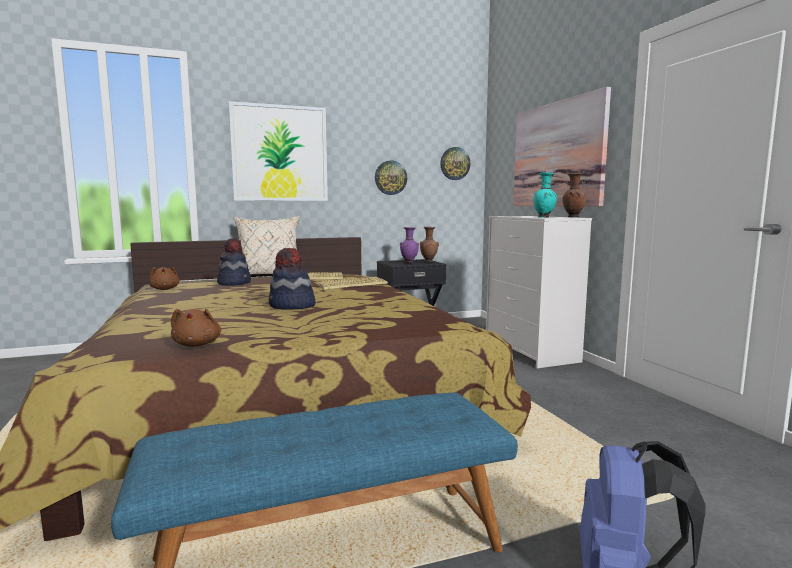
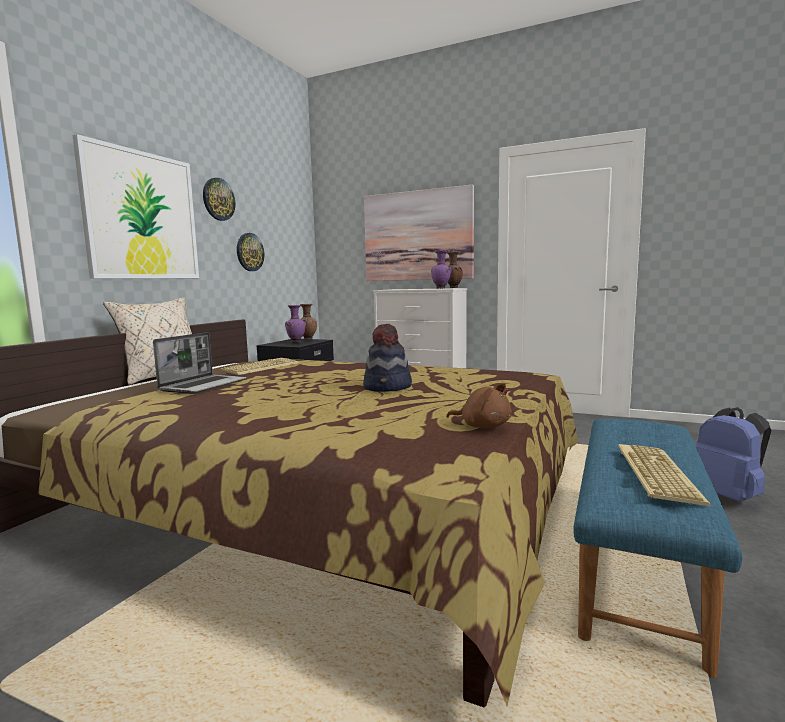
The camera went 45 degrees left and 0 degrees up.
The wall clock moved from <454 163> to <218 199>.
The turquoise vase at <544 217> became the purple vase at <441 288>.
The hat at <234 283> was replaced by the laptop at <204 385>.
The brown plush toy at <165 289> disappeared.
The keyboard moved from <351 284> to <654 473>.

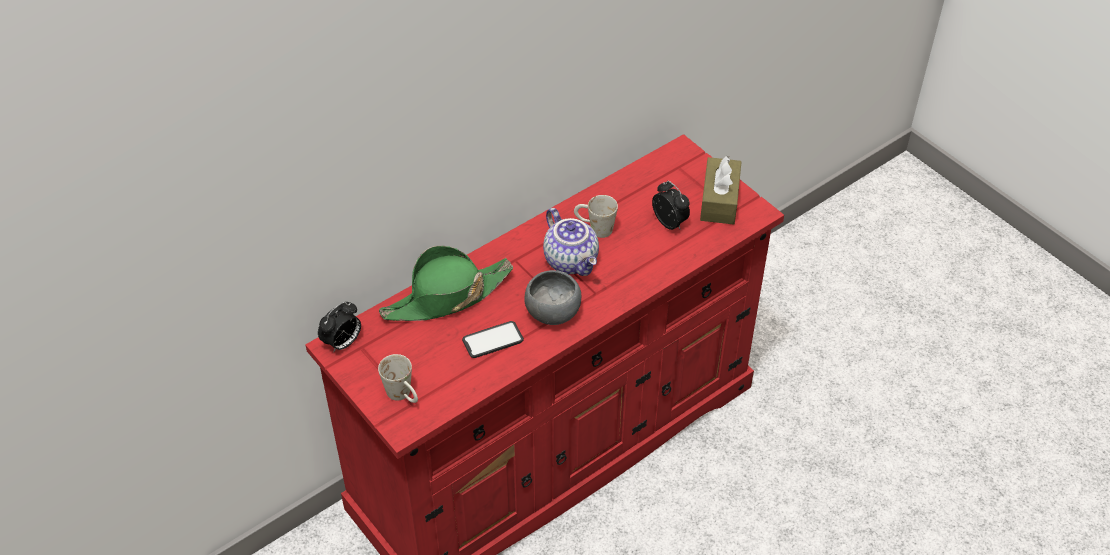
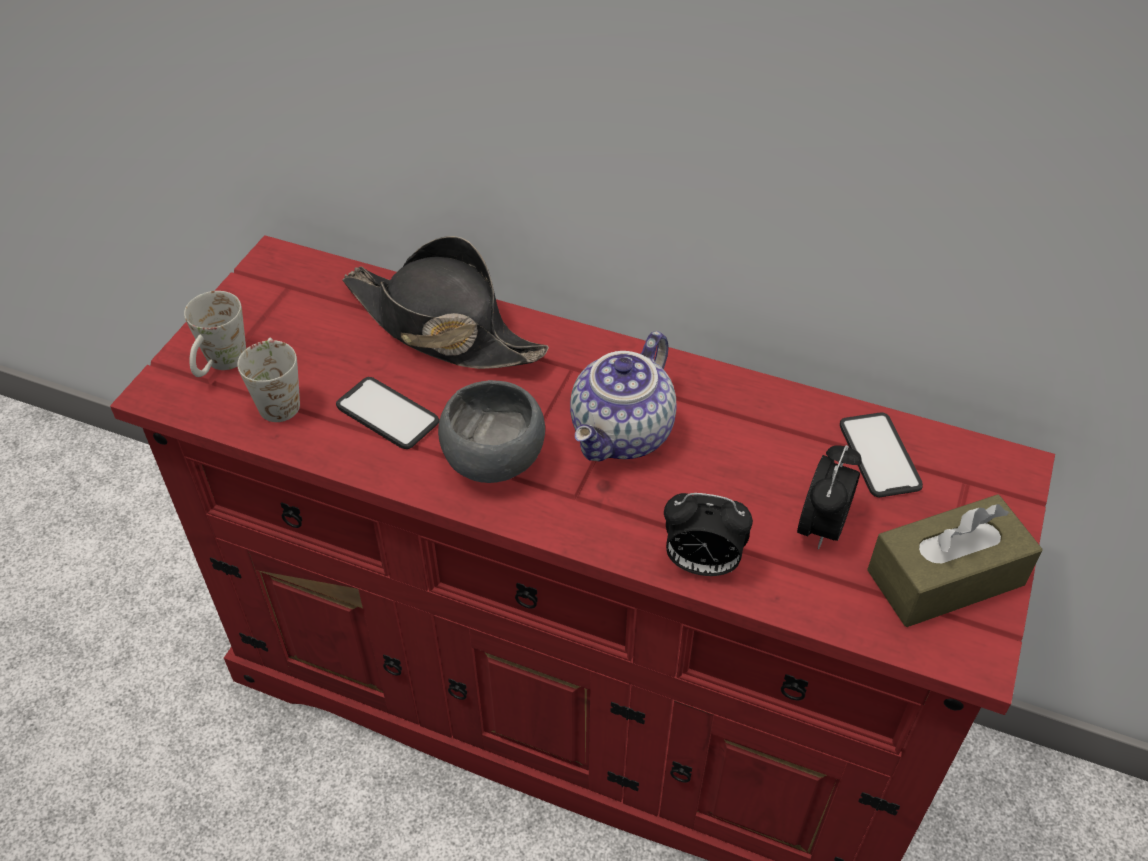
The camera went 60 degrees right and 0 degrees up.
The white mug moved from <594 228> to <278 397>.
The green hat at <447 297> became the black hat at <441 327>.
The alarm clock moved from <342 343> to <701 564>.
The phone at <879 455> appeared.

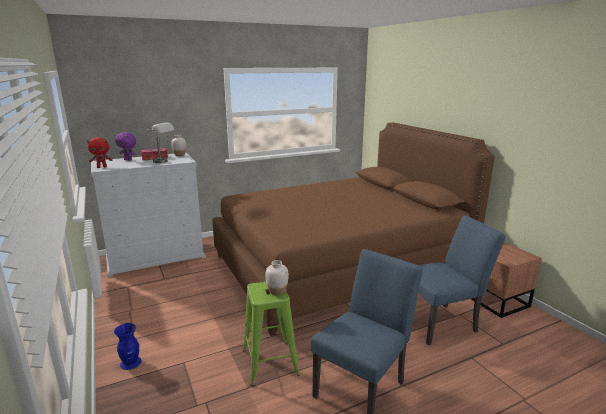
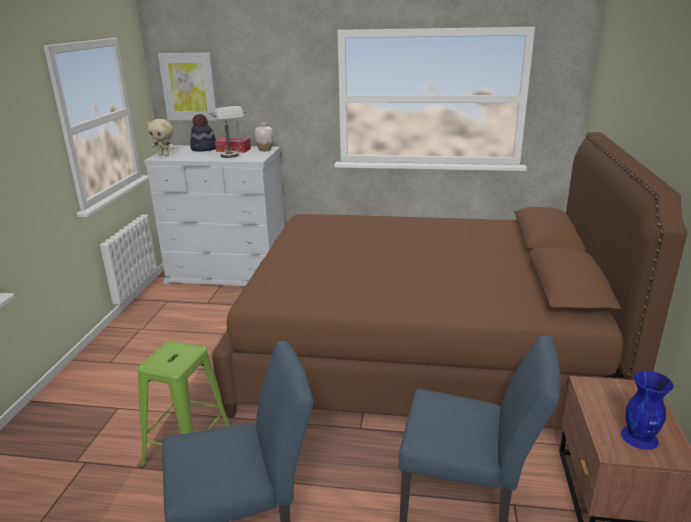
The camera went 35 degrees right and 5 degrees up.
The purple plush toy at <128 160> was replaced by the hat at <204 149>.
The red plush toy at <102 167> became the beige plush toy at <164 155>.
The white vase at <277 291> disappeared.
The blue vase moved from <131 363> to <640 438>.
The picture at <189 87> appeared.

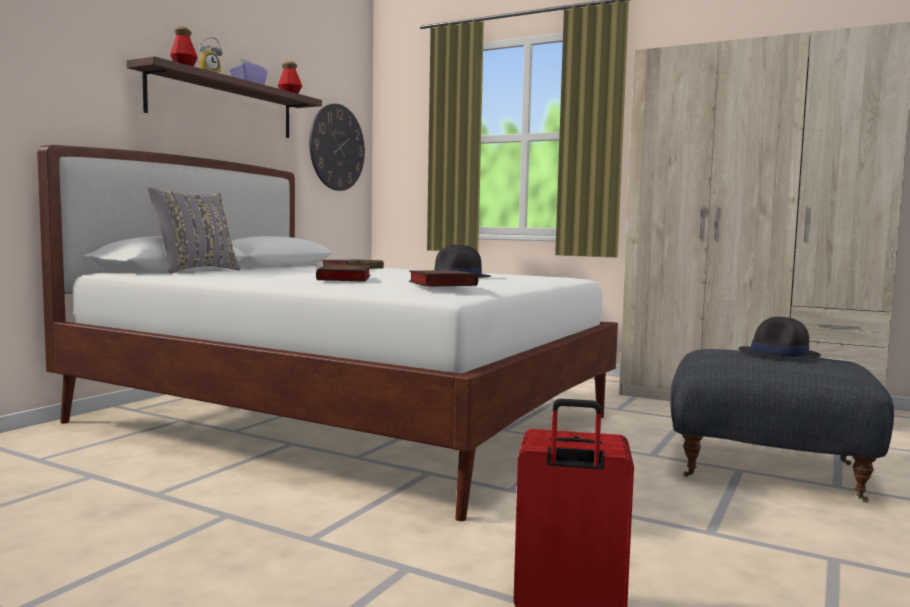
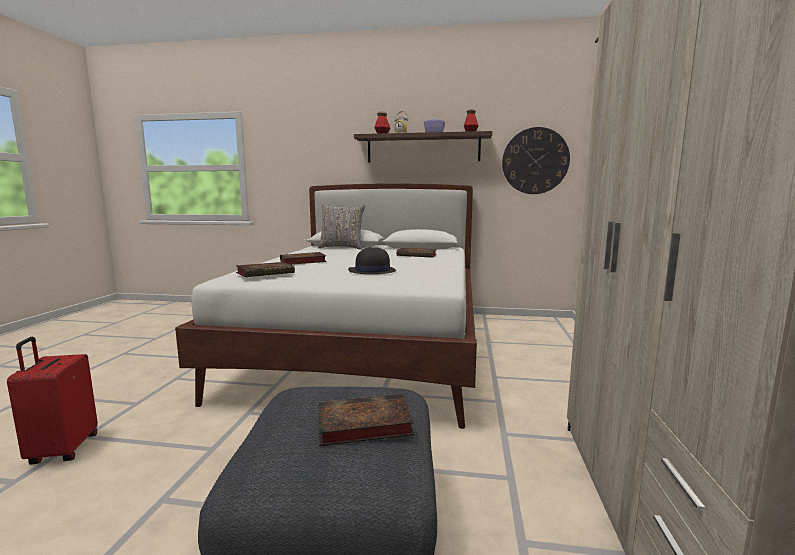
The camera went 70 degrees right and 5 degrees up.
The black hat at <779 354> was replaced by the book at <361 425>.

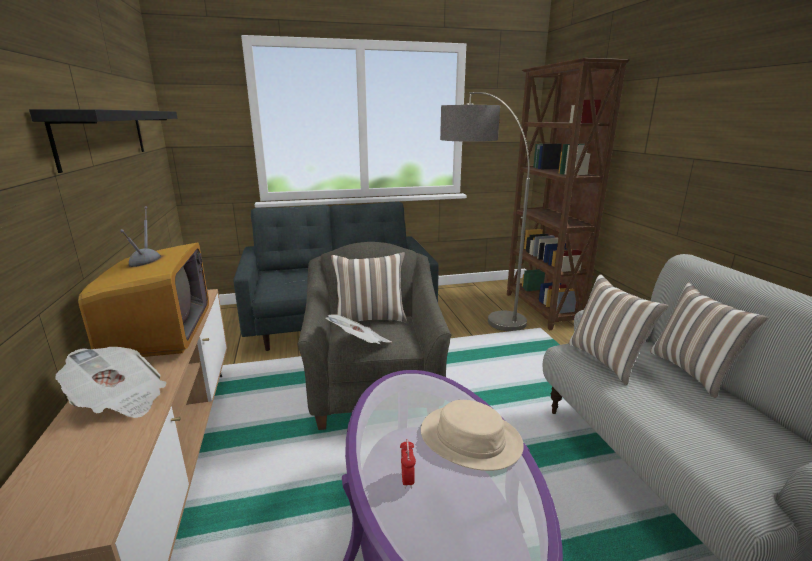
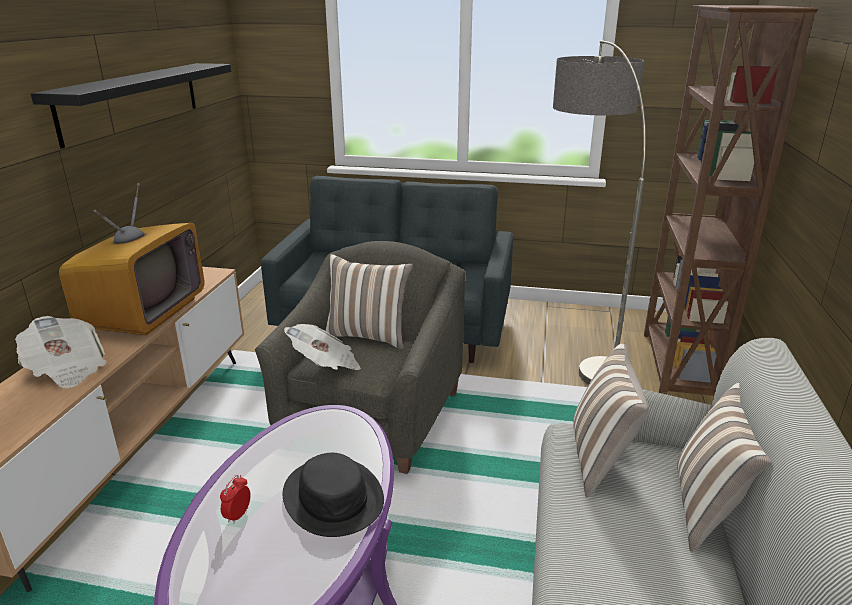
The camera went 25 degrees right and 5 degrees up.
The beige hat at <470 438> became the black hat at <333 497>.

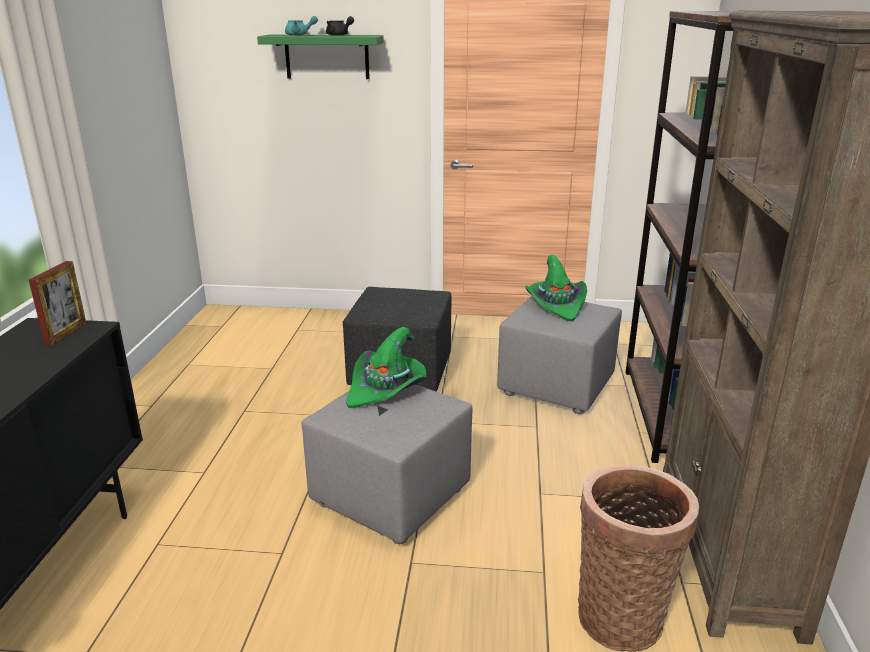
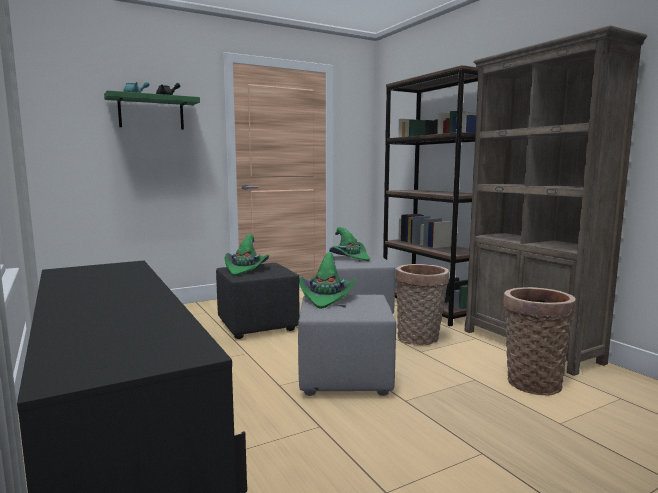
The camera went 35 degrees left and 15 degrees down.
The picture frame at <66 334> disappeared.
The green hat at <246 269> appeared.
The basket at <420 339> appeared.

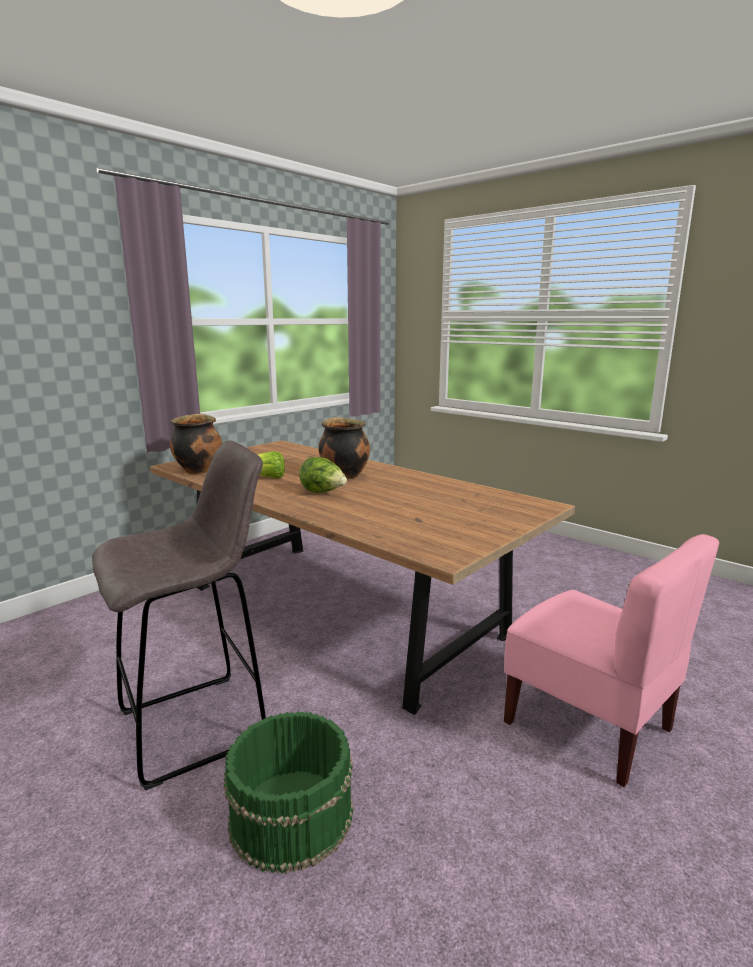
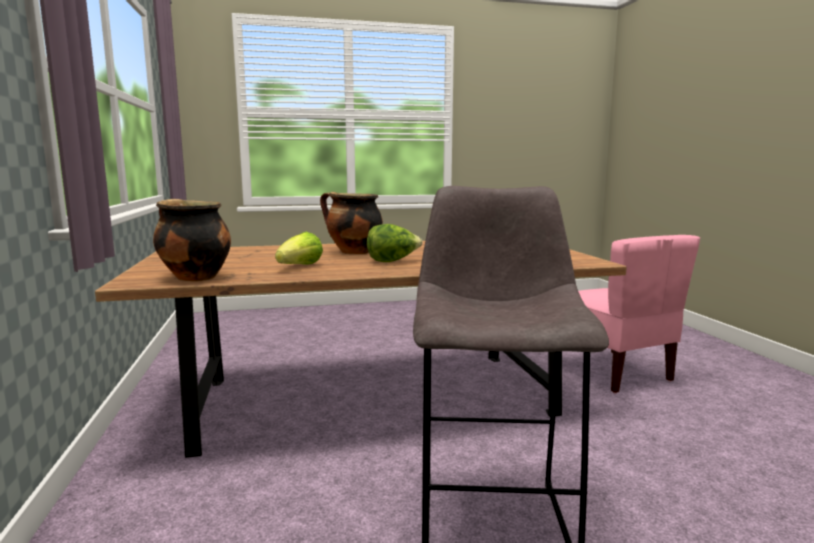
The camera went 55 degrees left and 5 degrees down.
The pink chair at <589 725> turned 75 degrees clockwise.
The green bucket at <291 814> disappeared.

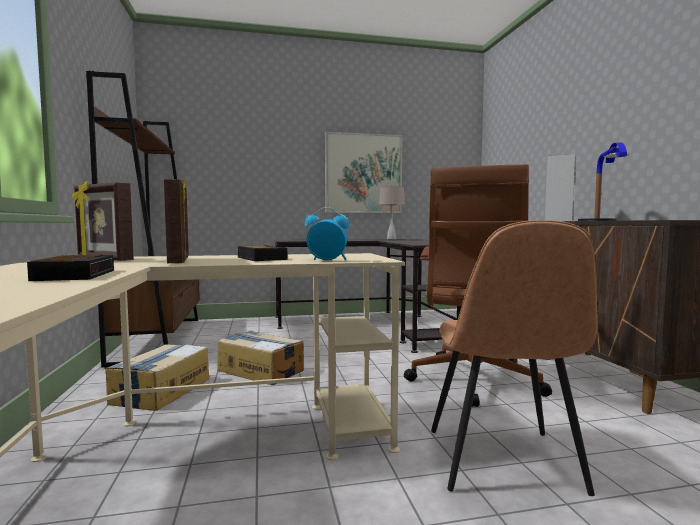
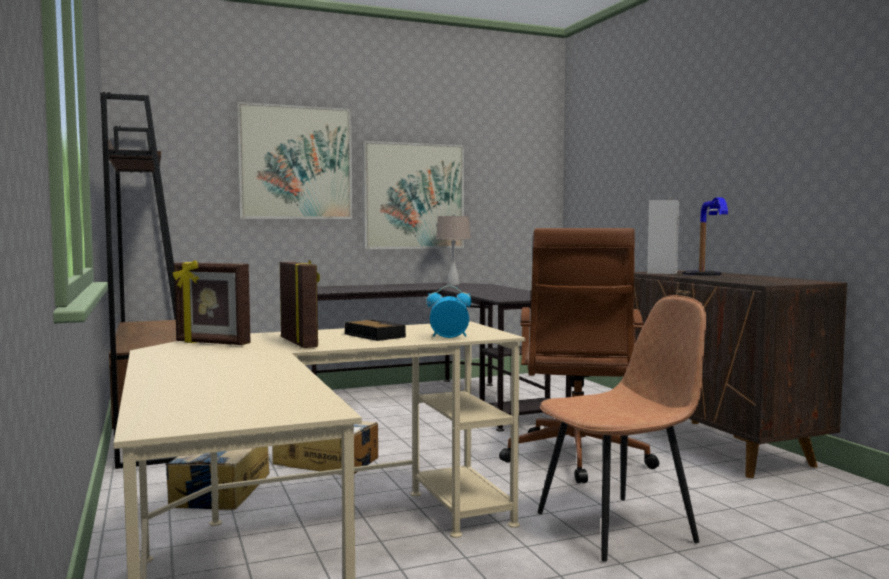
The camera went 10 degrees left and 0 degrees up.
The brown chair at <502 462> turned 105 degrees counterclockwise.
The alarm clock at <76 275> disappeared.
The picture at <295 162> appeared.

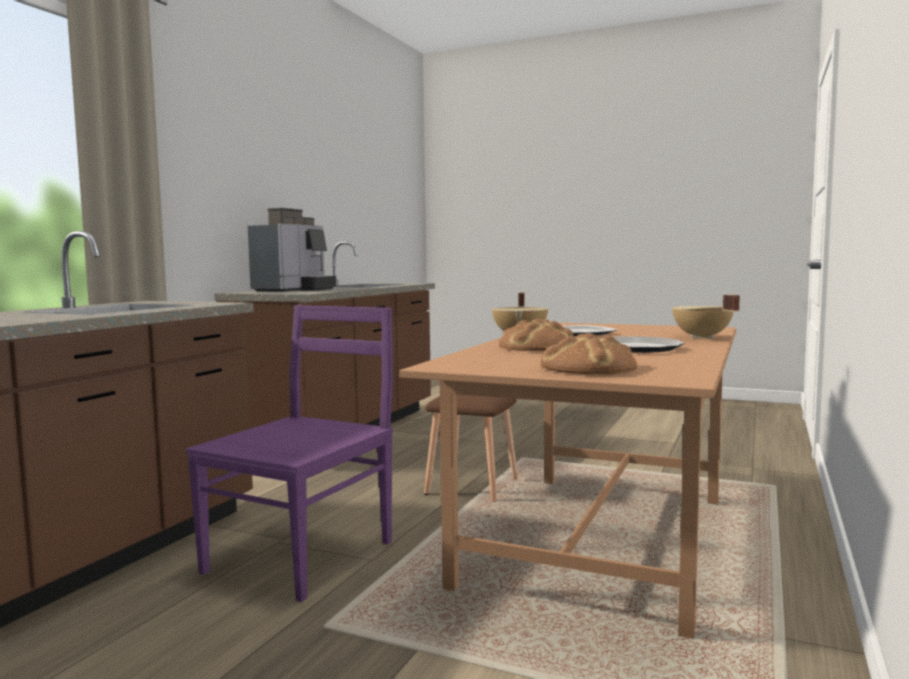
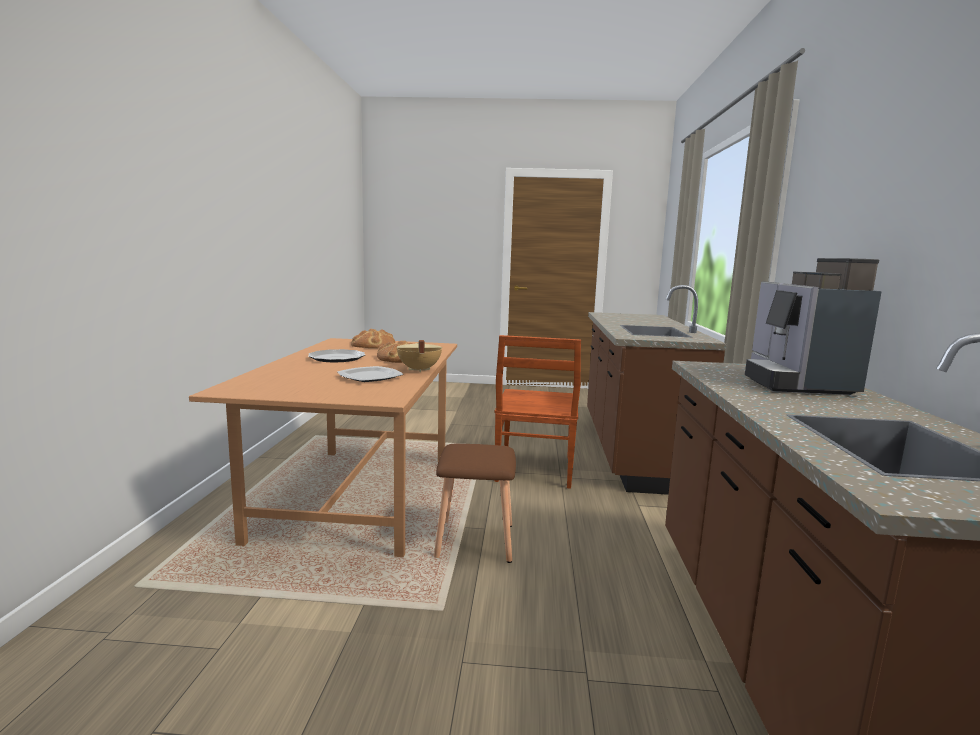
The camera went 160 degrees right and 5 degrees up.
The beige cooking pot at <701 337> disappeared.
The purple chair at <303 555> became the brown chair at <534 469>.

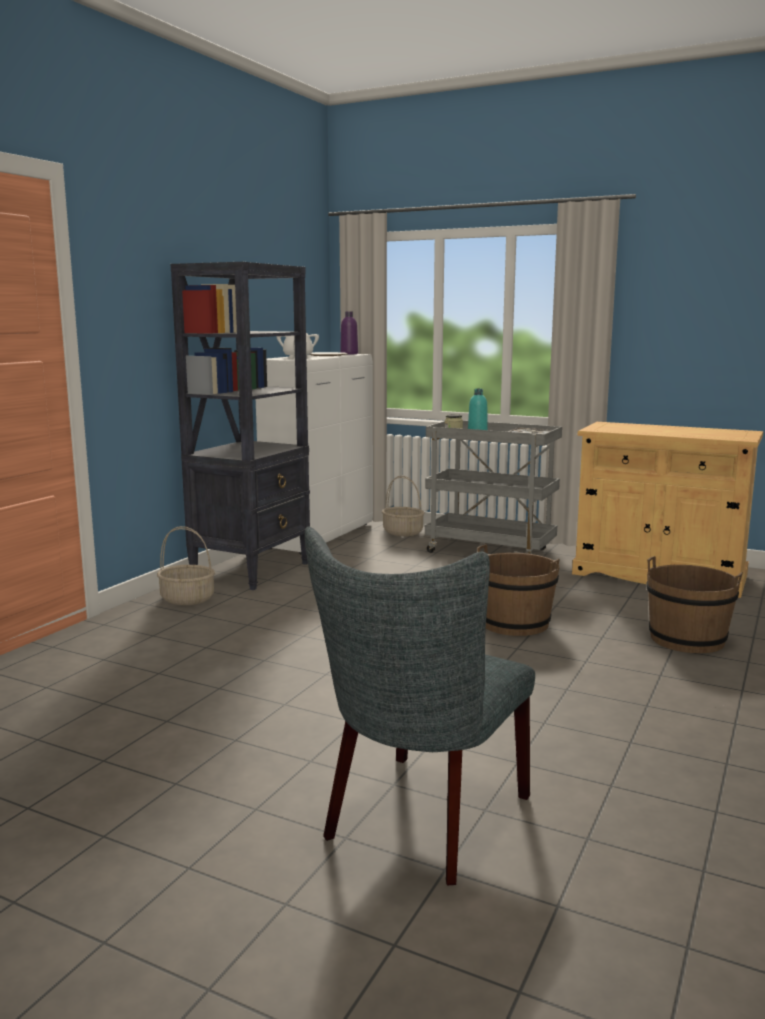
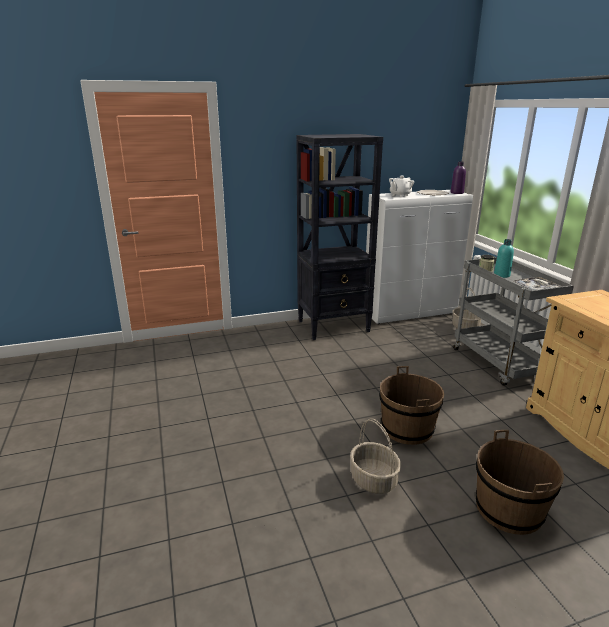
The camera went 45 degrees right and 10 degrees up.
The basket moved from <188 599> to <374 480>.
The grey chair at <420 822> disappeared.

